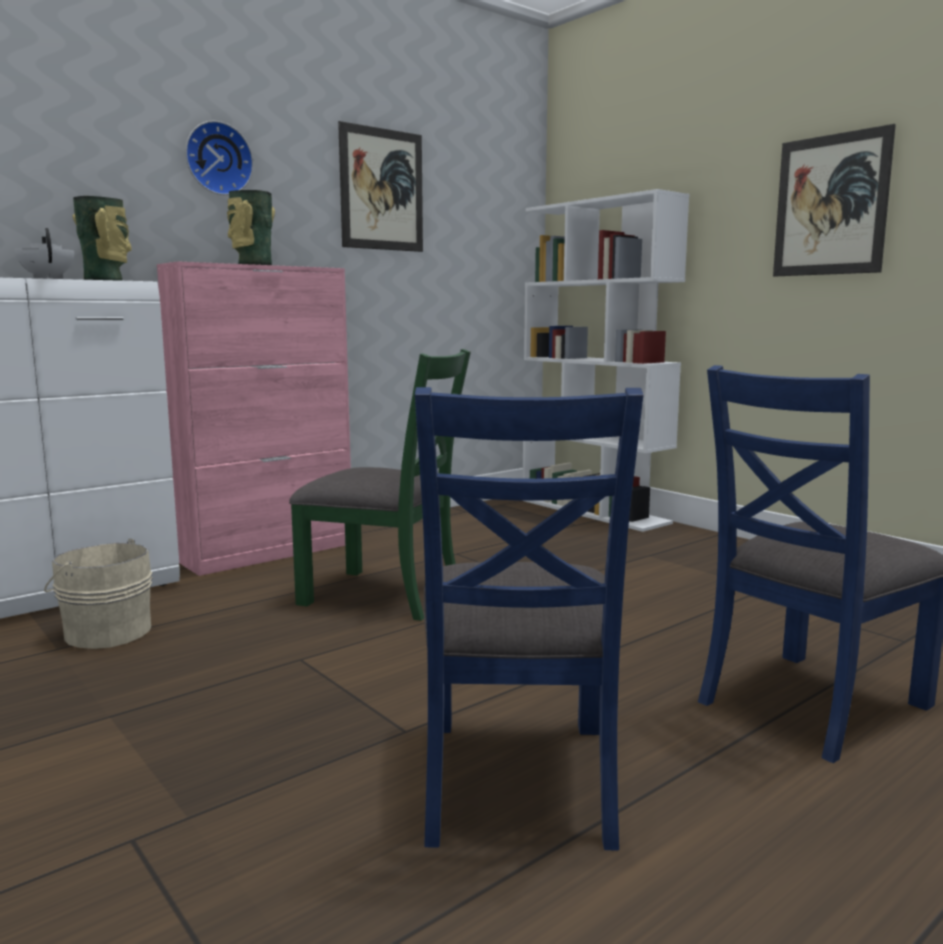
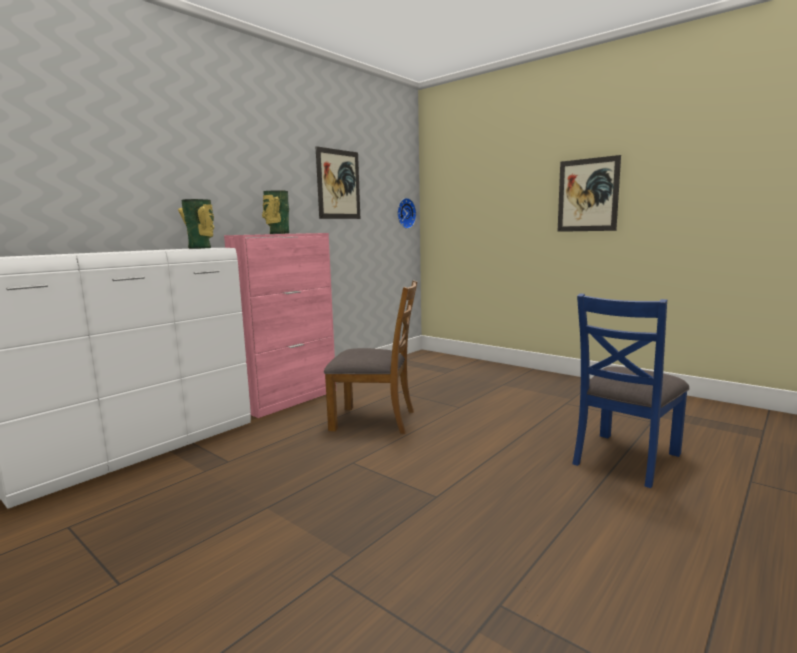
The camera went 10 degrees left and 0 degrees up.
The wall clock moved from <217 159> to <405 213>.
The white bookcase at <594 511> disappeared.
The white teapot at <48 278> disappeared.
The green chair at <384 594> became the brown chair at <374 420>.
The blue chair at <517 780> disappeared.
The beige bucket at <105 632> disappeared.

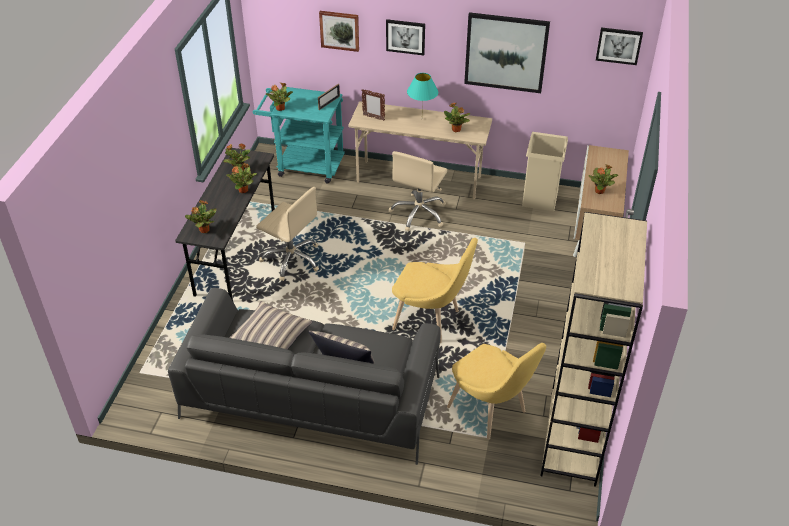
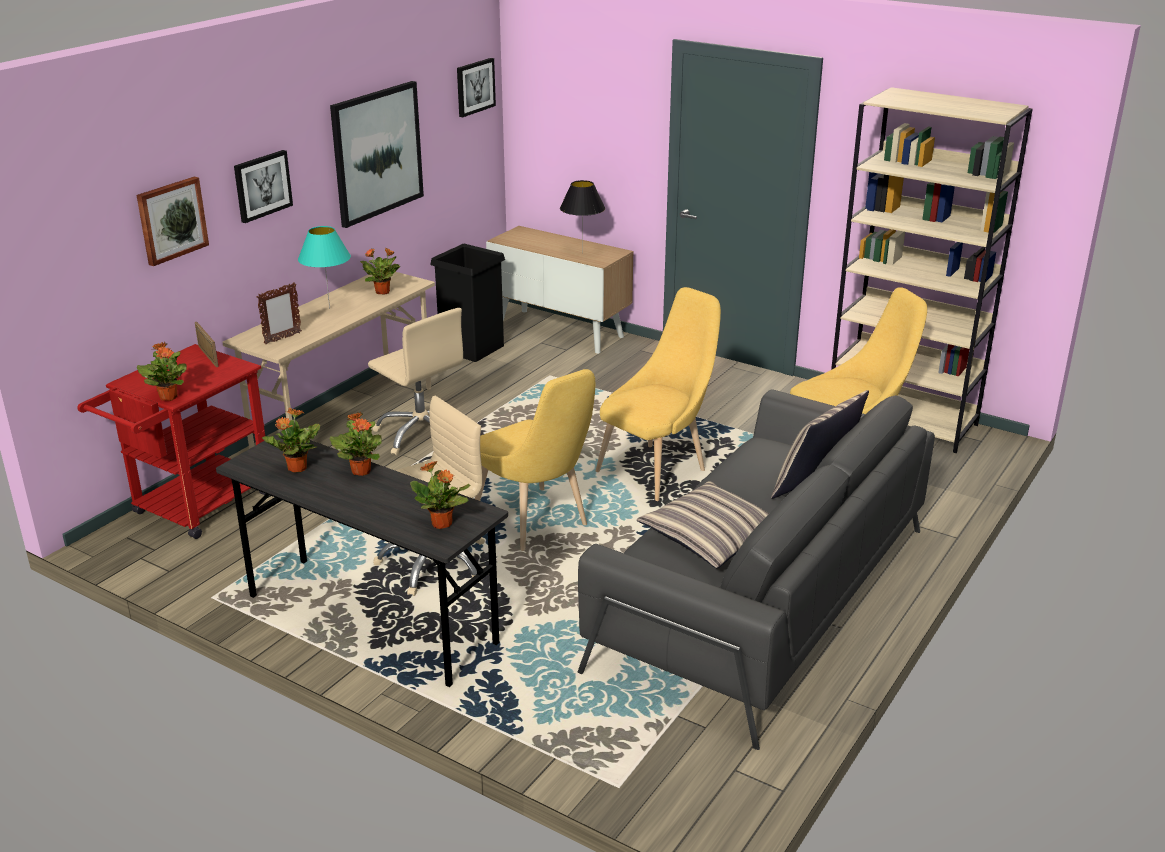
The camera went 70 degrees left and 15 degrees down.
The turquoise cart at <304 165> became the red cart at <194 509>.
The beige trash can at <540 199> became the black trash can at <472 348>.
The potted plant at <599 191> was replaced by the black table lamp at <582 253>.
The yellow chair at <535 523> appeared.

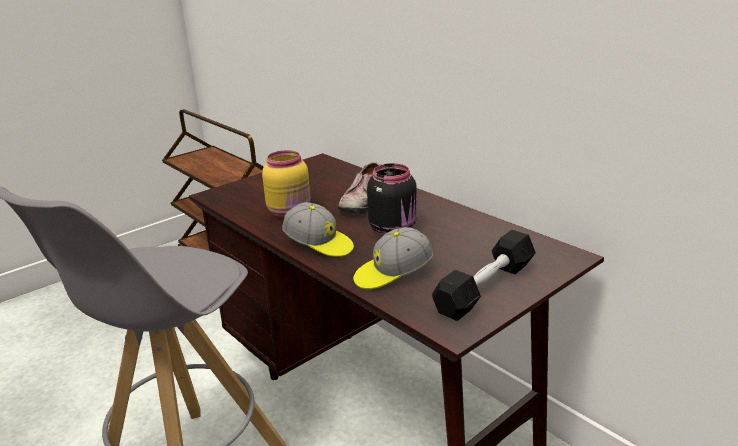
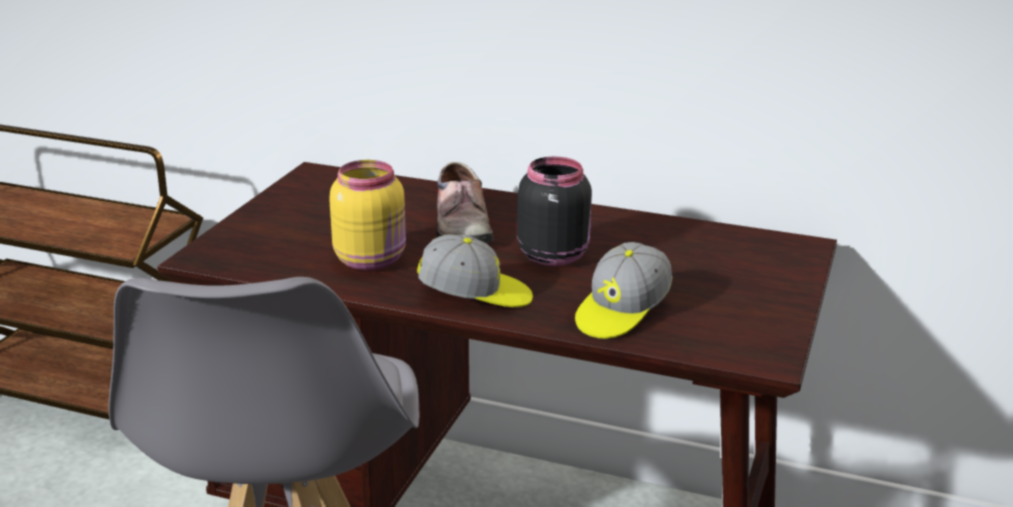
The camera went 30 degrees left and 0 degrees up.
The black dumbbell at <485 288> disappeared.

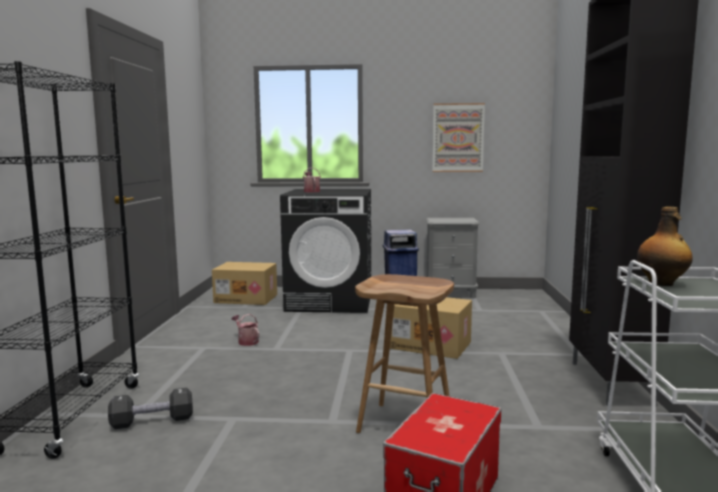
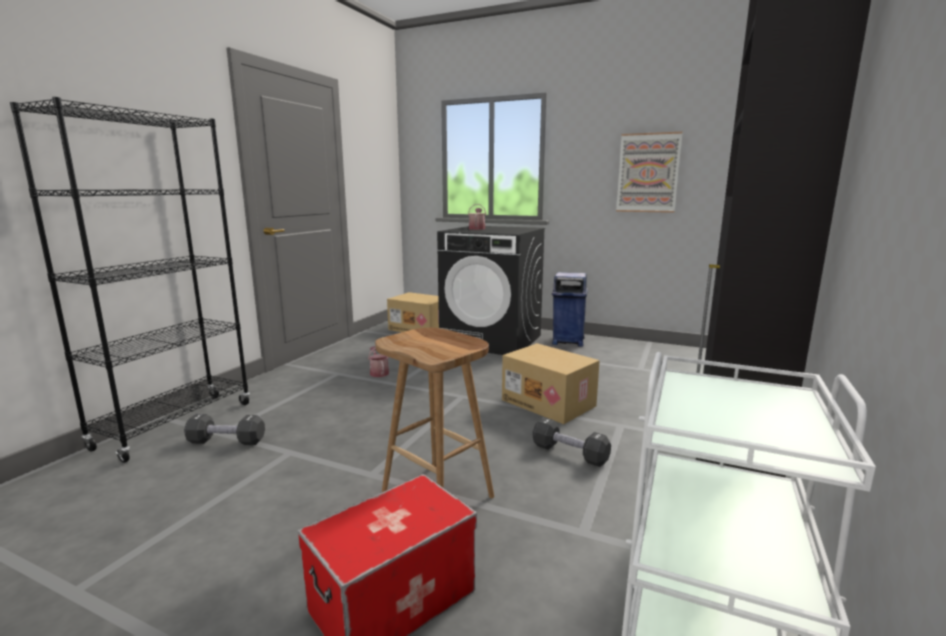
The camera went 20 degrees right and 5 degrees up.
The bottle at <661 283> disappeared.
The grey nightstand at <451 293> disappeared.
The black dumbbell at <570 453> appeared.

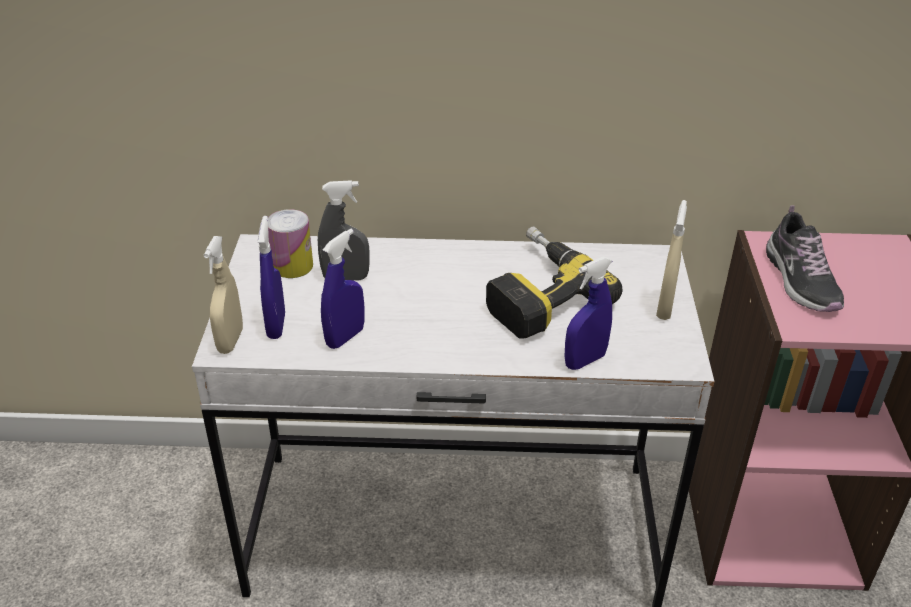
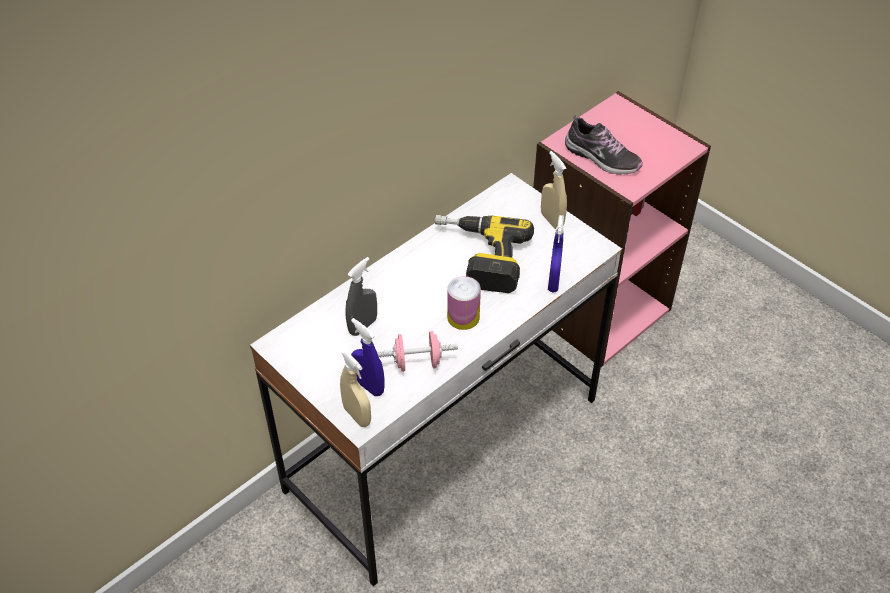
The camera went 45 degrees left and 10 degrees up.
The can moved from <292 266> to <463 317>.
The blue spray bottle at <345 337> was replaced by the pink dumbbell at <417 362>.

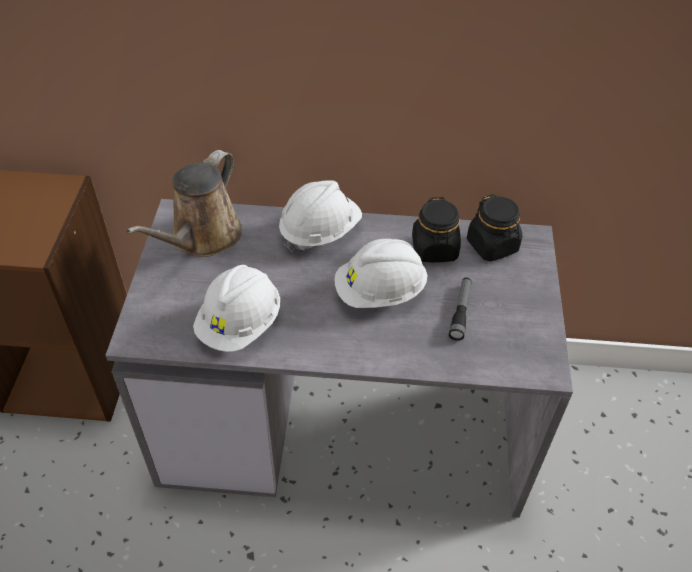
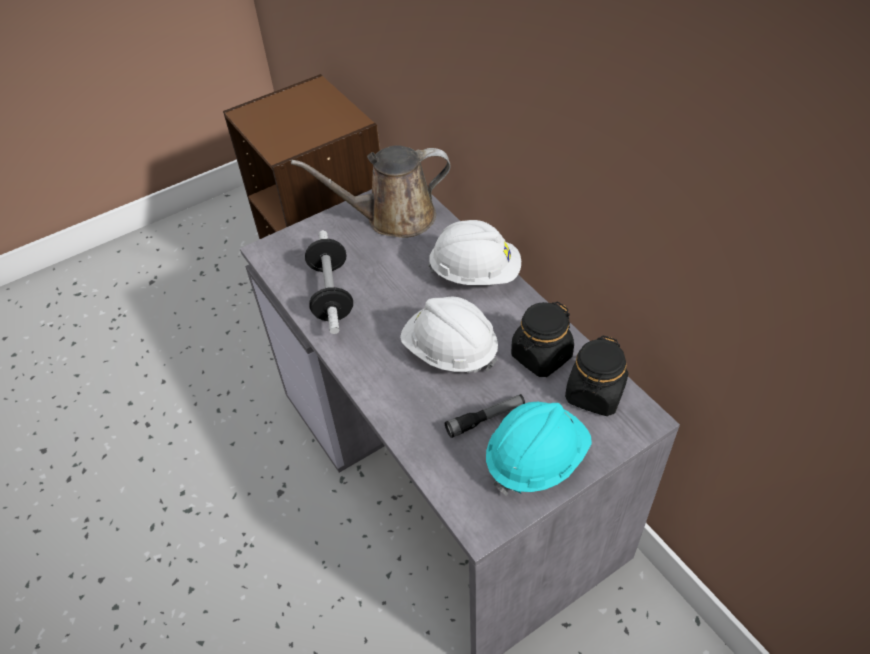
The camera went 55 degrees right and 0 degrees up.
The white hard hat at <240 324> was replaced by the dumbbell at <331 294>.
The turquoise hard hat at <535 459> appeared.

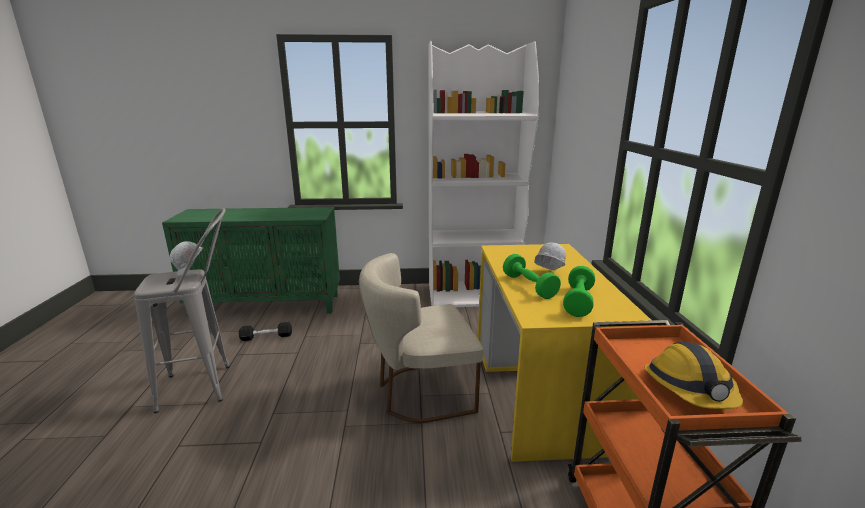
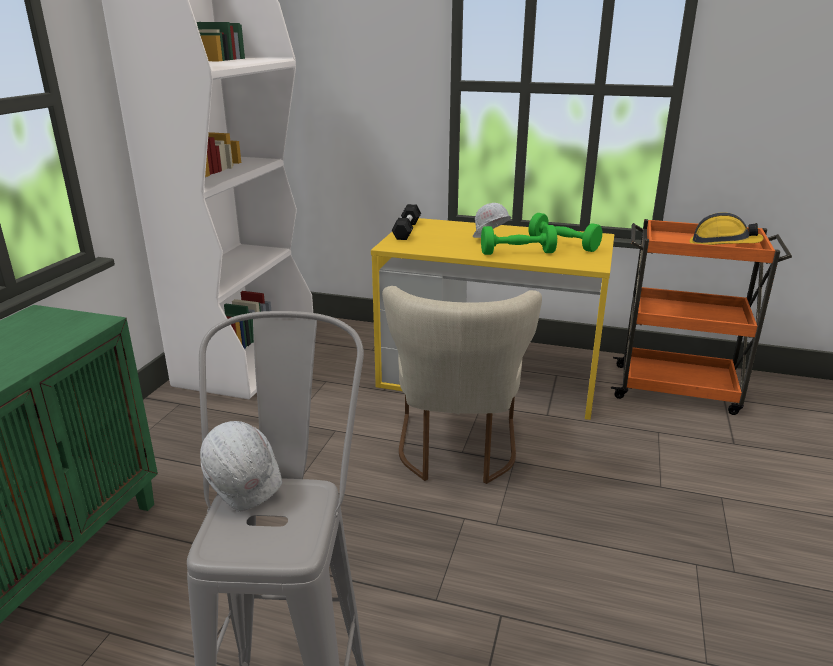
The camera went 70 degrees left and 5 degrees up.
The black dumbbell moved from <266 337> to <407 230>.

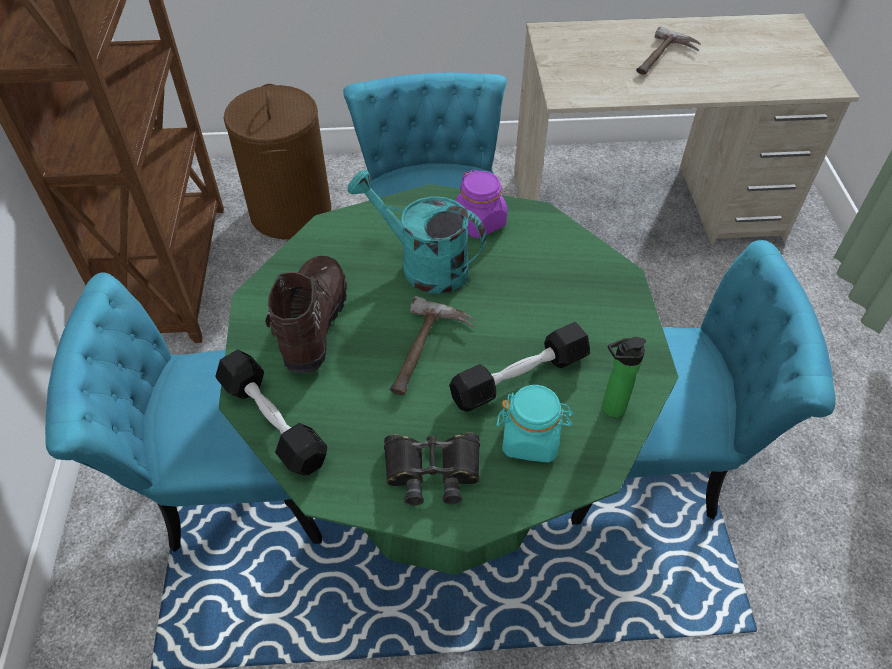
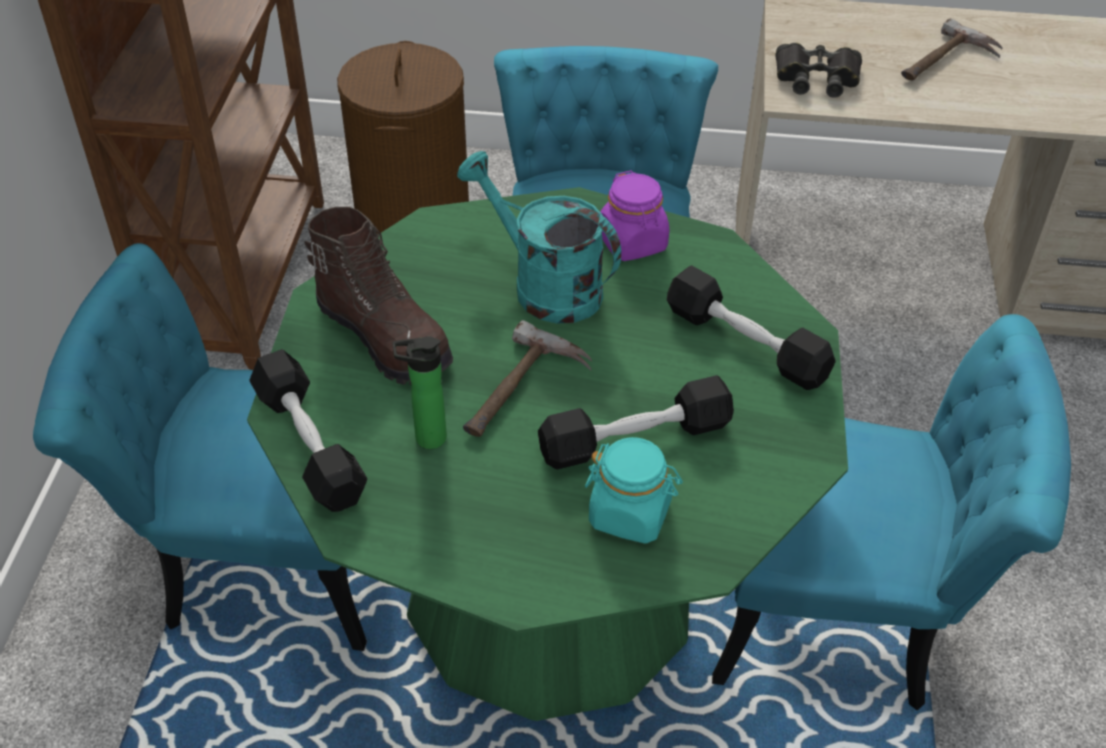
The camera went 10 degrees right and 5 degrees down.
The brown boot at <313 323> turned 120 degrees clockwise.
The bottle moved from <610 409> to <425 438>.
The black binoculars moved from <432 470> to <816 78>.
The black dumbbell at <745 343> appeared.

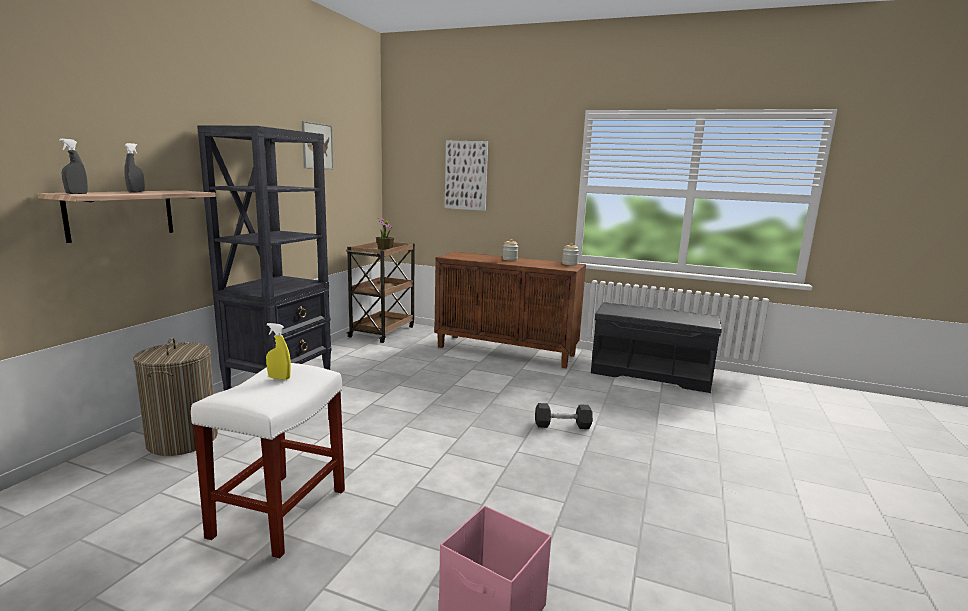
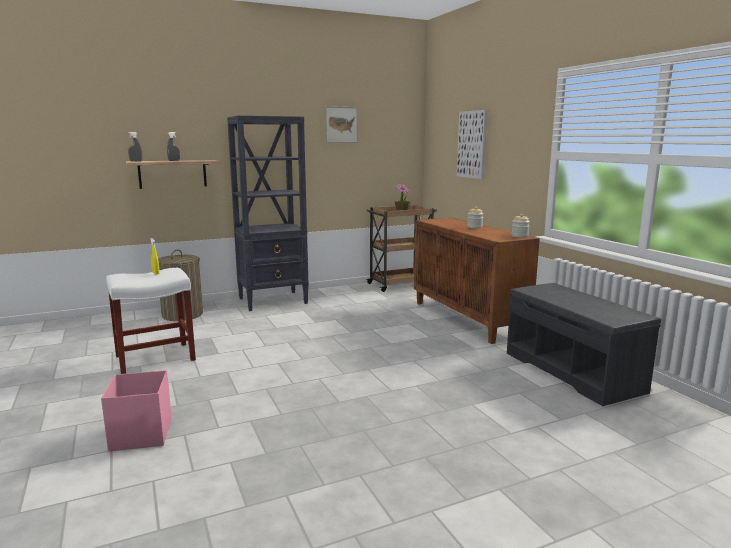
The camera went 45 degrees right and 0 degrees up.
The grey dumbbell at <562 425> disappeared.

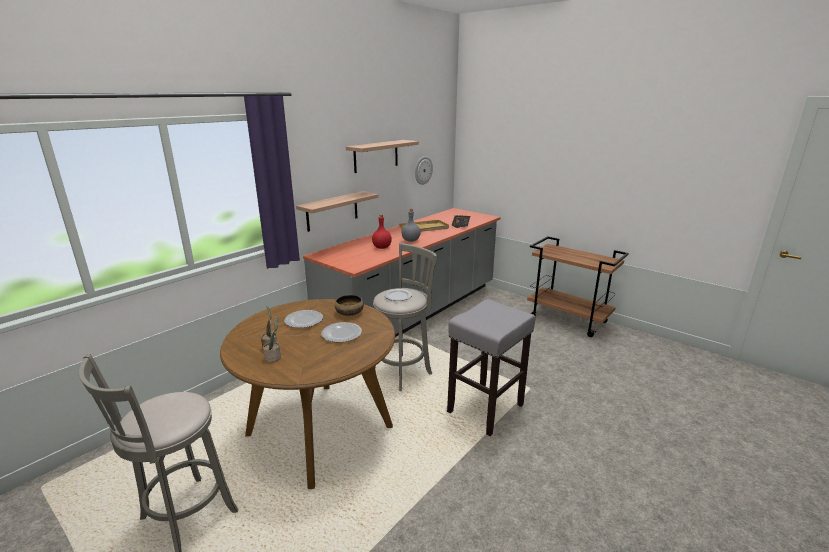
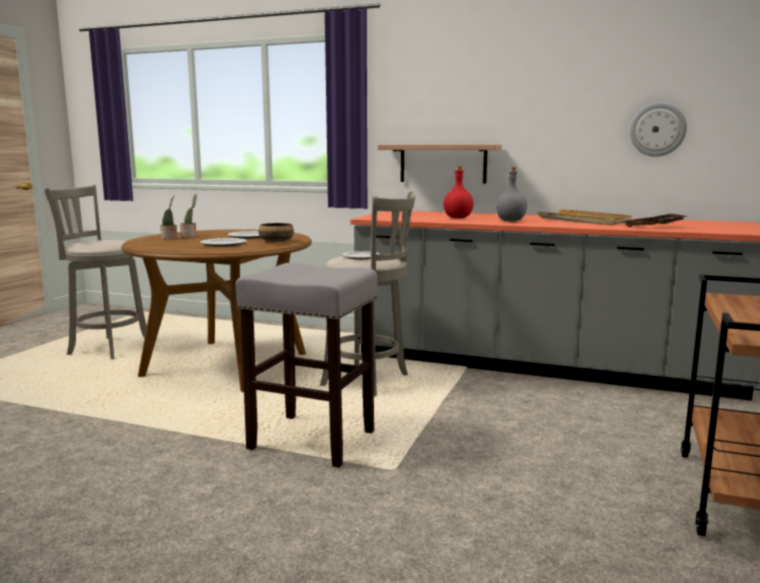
The camera went 70 degrees right and 10 degrees down.
The shelf at <376 156> disappeared.

